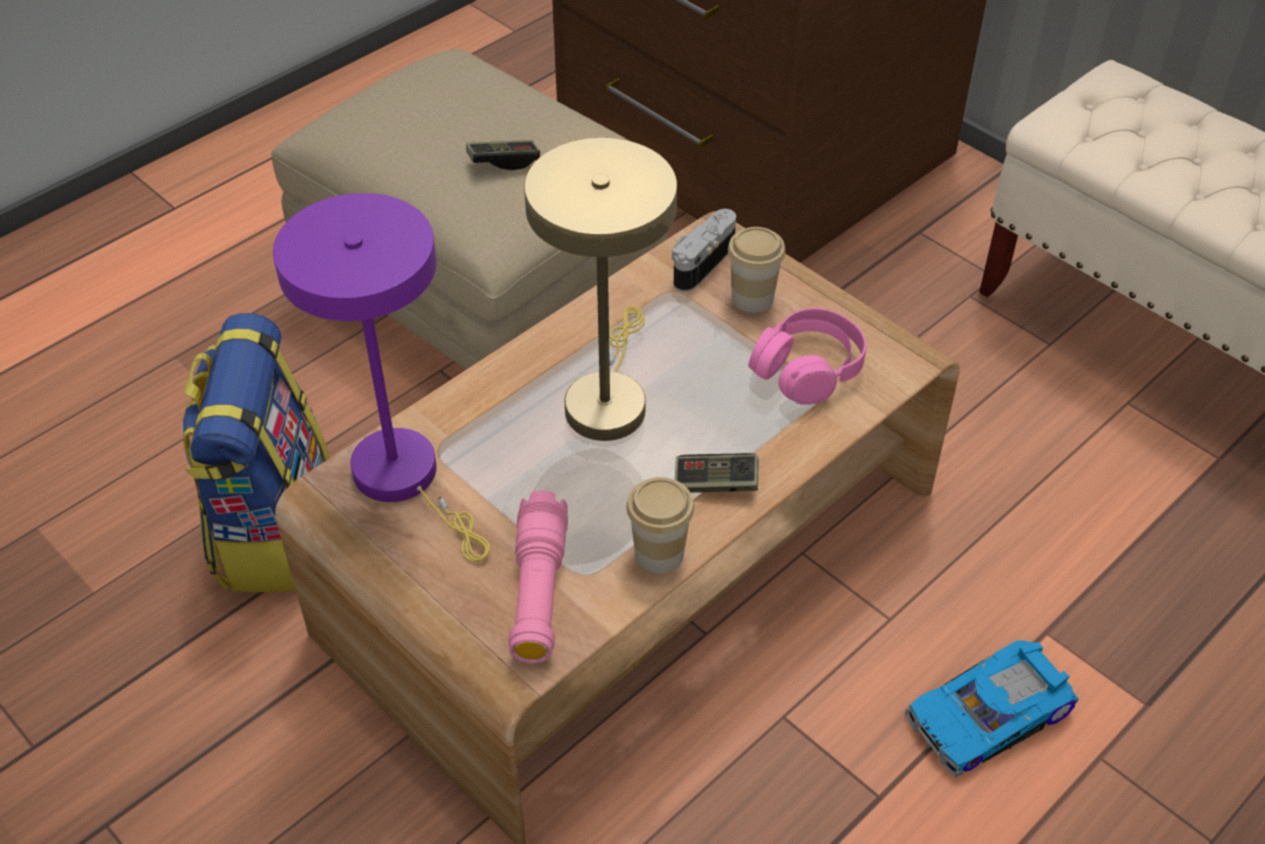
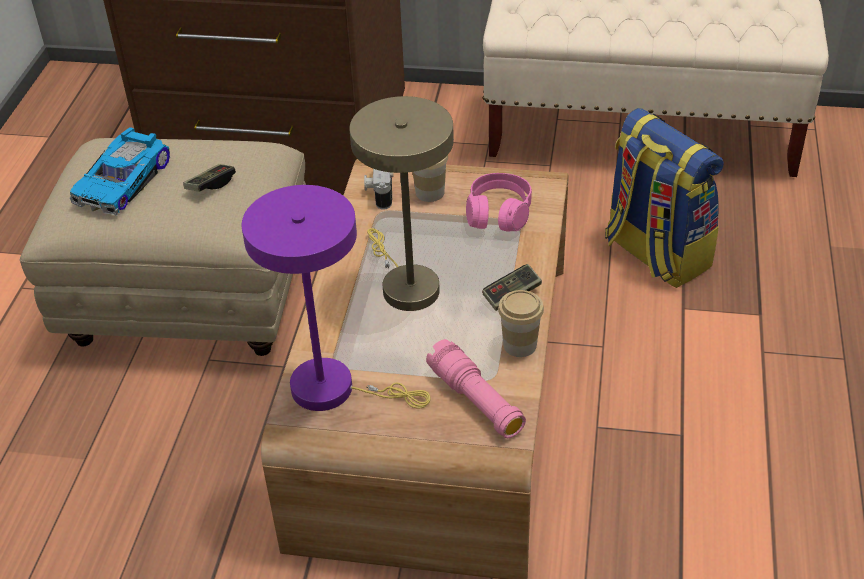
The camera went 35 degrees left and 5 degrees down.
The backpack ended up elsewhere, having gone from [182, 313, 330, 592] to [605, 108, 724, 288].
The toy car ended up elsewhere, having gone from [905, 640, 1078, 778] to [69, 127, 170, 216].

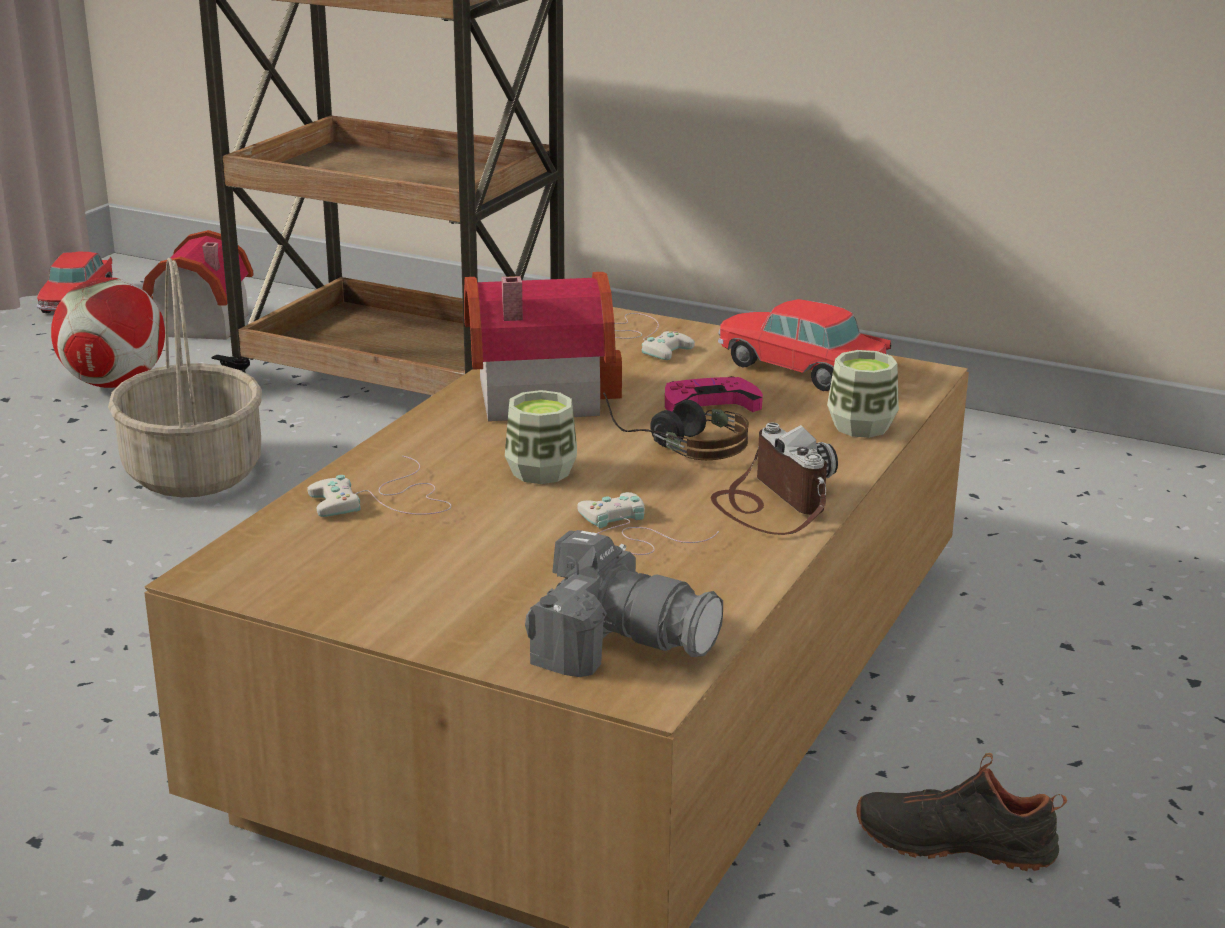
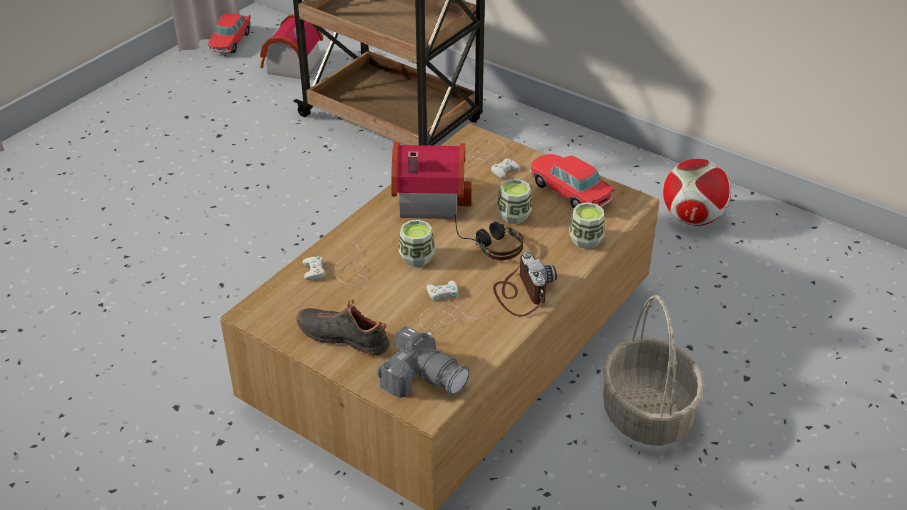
The camera went 10 degrees right and 15 degrees up.
The football ended up elsewhere, having gone from [51, 277, 165, 388] to [663, 159, 731, 226].
The basket ended up elsewhere, having gone from [108, 258, 262, 497] to [603, 295, 705, 446].
Where the pink game controller stood at [665, 376, 763, 412], the cup came to stand at [497, 179, 532, 224].
The black shoe ended up elsewhere, having gone from [856, 753, 1067, 871] to [296, 299, 390, 357].

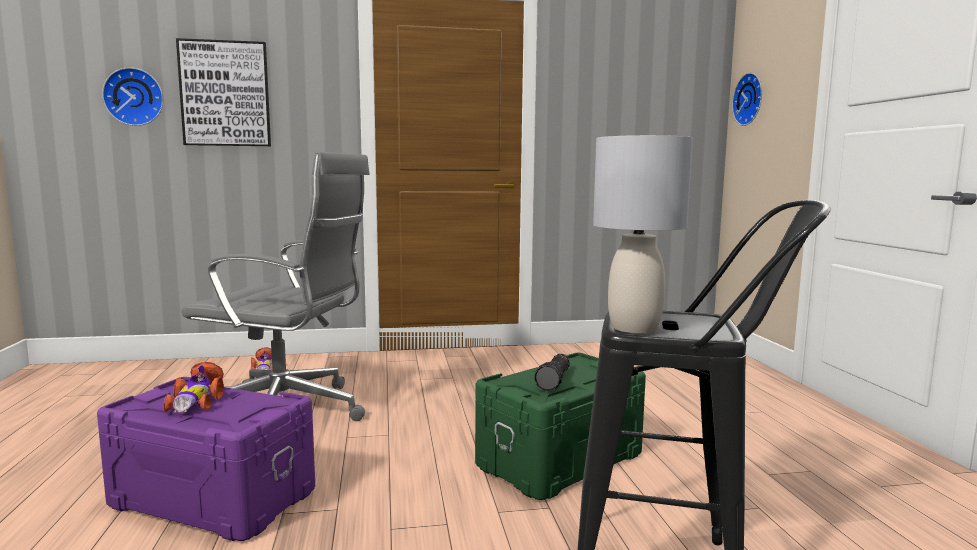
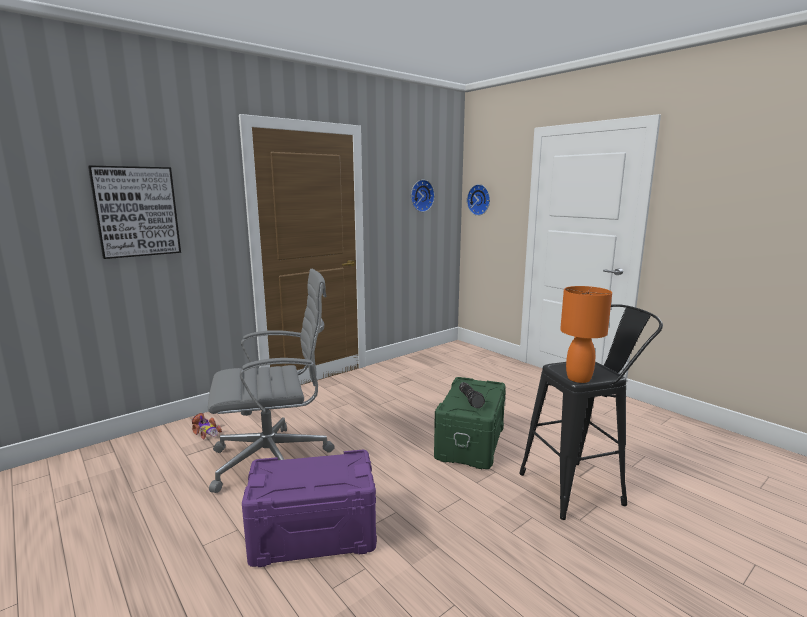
The camera went 30 degrees left and 5 degrees up.
The wall clock ended up elsewhere, having gone from [102, 67, 163, 126] to [411, 180, 435, 212].
The second view lost the toy car at [164, 362, 224, 413].
What was the grey table lamp at [593, 135, 693, 334] turned into the orange table lamp at [560, 286, 612, 383].

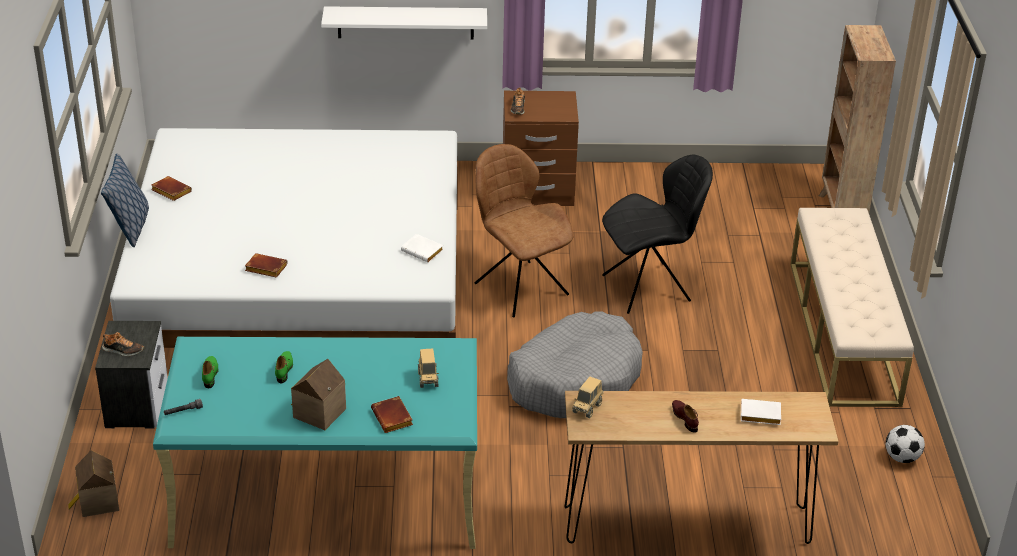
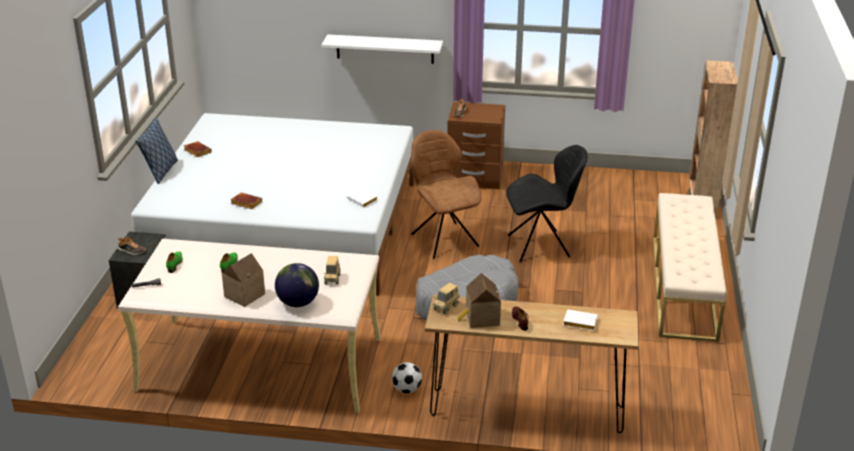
The camera went 10 degrees right and 5 degrees down.
The toy house ended up elsewhere, having gone from [68, 450, 119, 517] to [457, 273, 501, 328].
What was the turquoise desk at [153, 337, 477, 549] turned into the beige desk at [118, 239, 381, 413].
Where the brown book stood at [371, 396, 413, 433], the globe came to stand at [275, 263, 319, 307].
The football ended up elsewhere, having gone from [886, 425, 925, 463] to [392, 362, 422, 393].

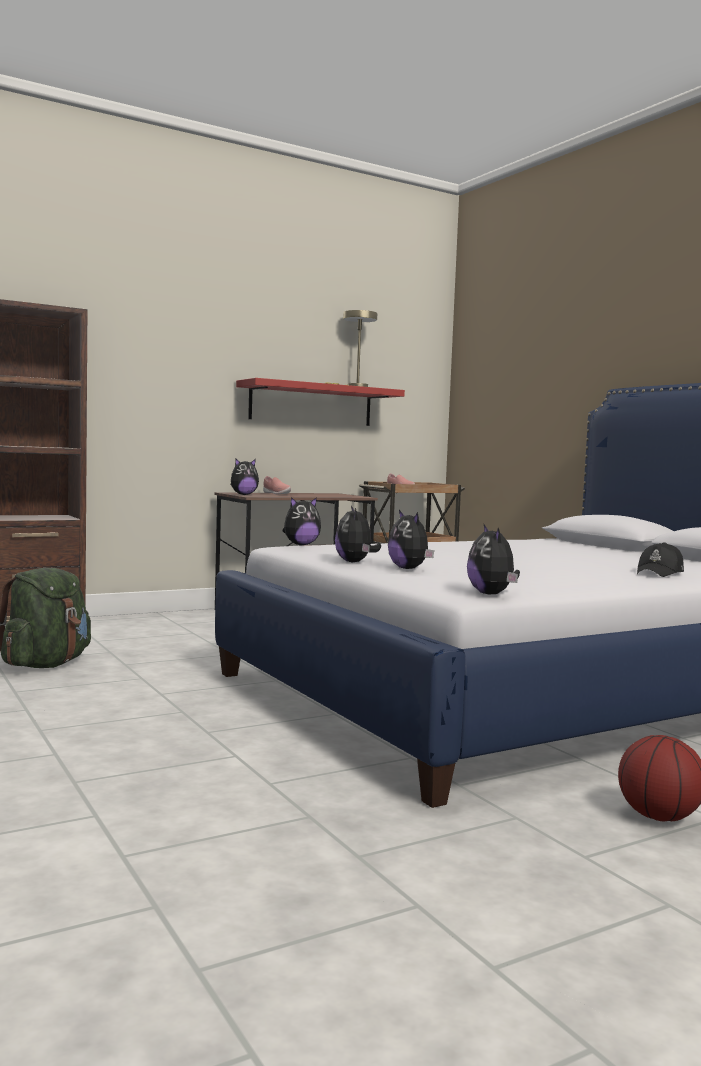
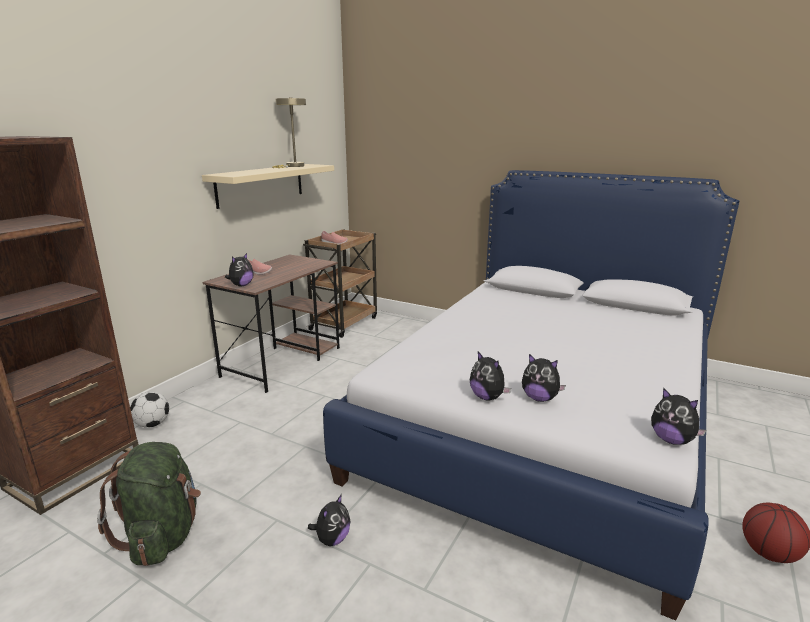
The camera went 30 degrees left and 15 degrees up.
What was the red shelf at [236, 378, 405, 426] turned into the beige shelf at [202, 164, 334, 209].
The plush toy ended up elsewhere, having gone from [283, 497, 321, 545] to [308, 494, 351, 546].
The second view lost the black cap at [637, 542, 684, 577].
The second view gained the football at [130, 392, 169, 428].

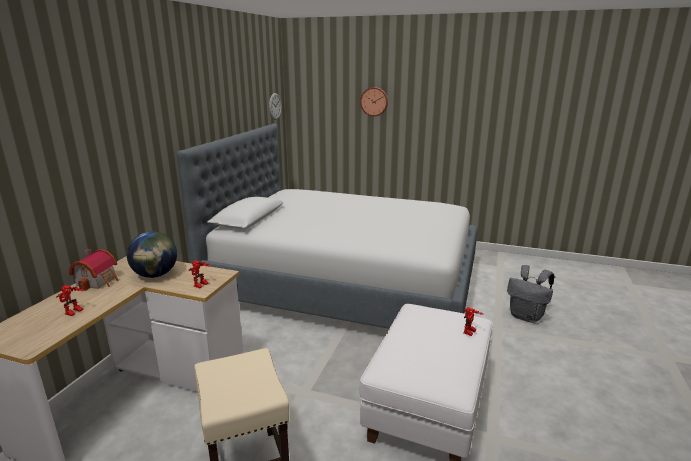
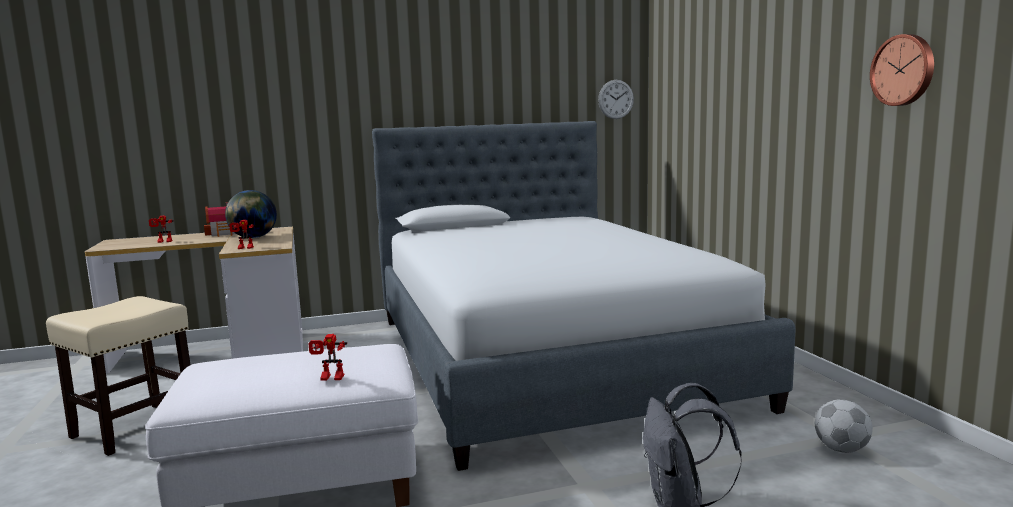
The camera went 55 degrees right and 10 degrees down.
The wall clock ended up elsewhere, having gone from [360, 87, 388, 116] to [870, 34, 934, 106].
The second view gained the football at [815, 399, 873, 453].

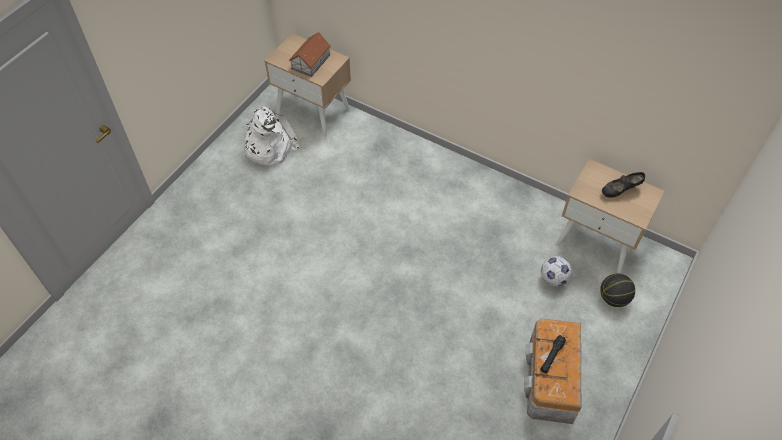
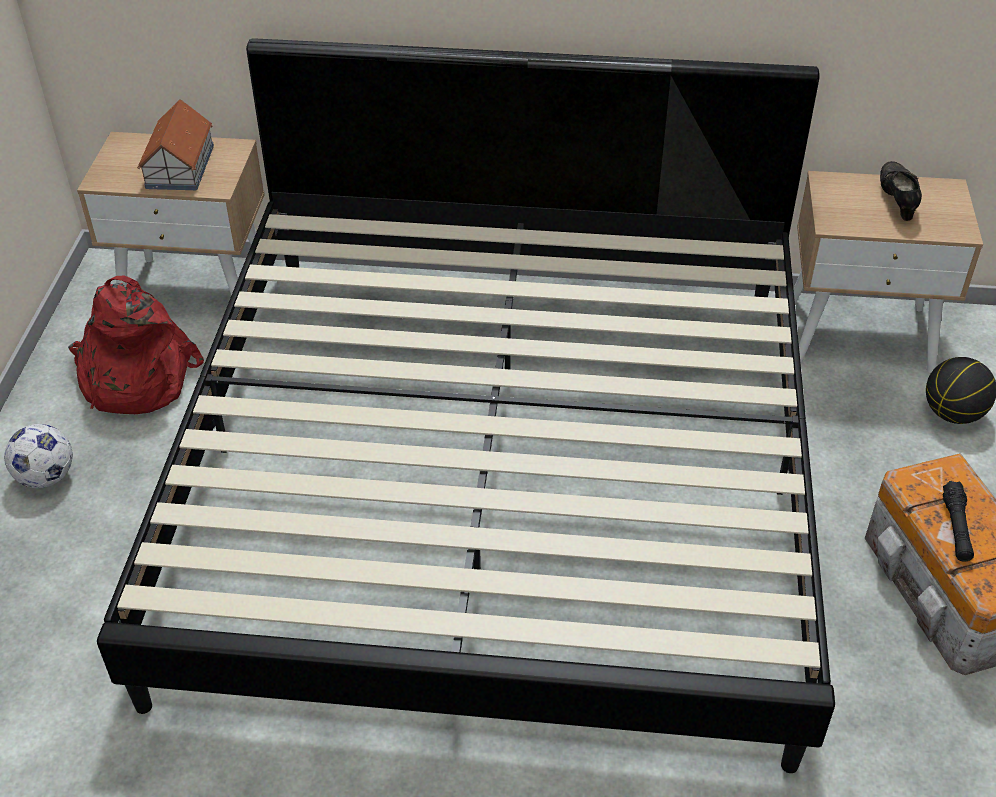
The camera went 25 degrees left and 10 degrees down.
What was the white backpack at [243, 107, 299, 166] turned into the red backpack at [68, 276, 204, 414].
The football ended up elsewhere, having gone from [541, 256, 572, 286] to [4, 424, 73, 488].
The black shoe at [602, 172, 645, 198] ended up facing another way, 135 degrees clockwise from before.
The second view gained the bed at [97, 38, 835, 773].

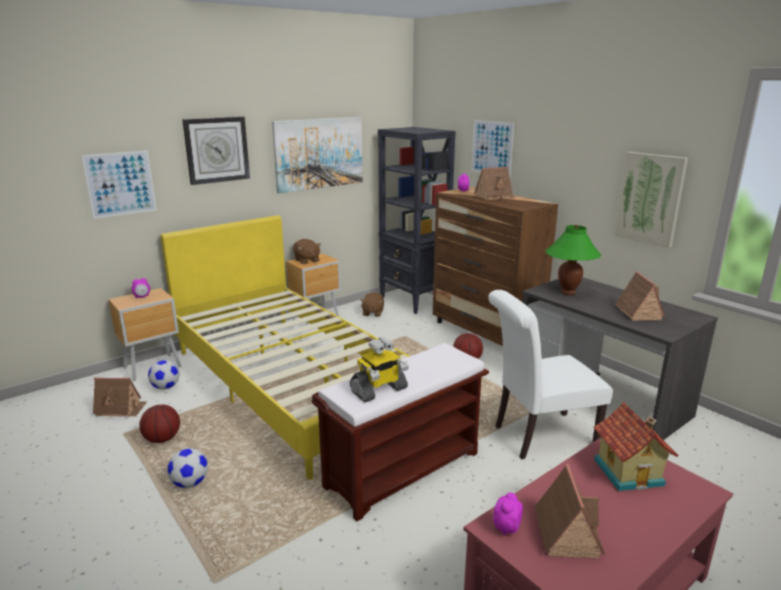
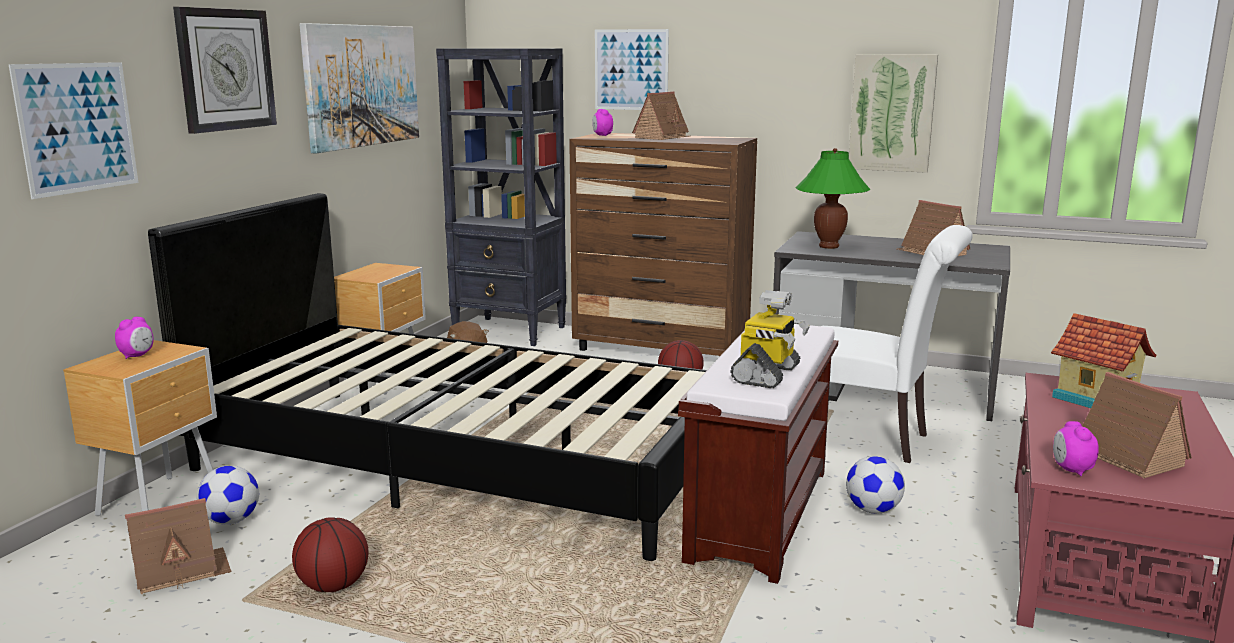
The camera went 30 degrees left and 5 degrees down.
What was the yellow bed at [160, 215, 409, 480] turned into the black bed at [148, 193, 707, 561].
The football ended up elsewhere, having gone from [167, 448, 208, 488] to [846, 456, 905, 514].
The second view lost the brown plush toy at [293, 239, 321, 264].
The white chair at [488, 290, 613, 459] ended up facing another way, 105 degrees counterclockwise from before.

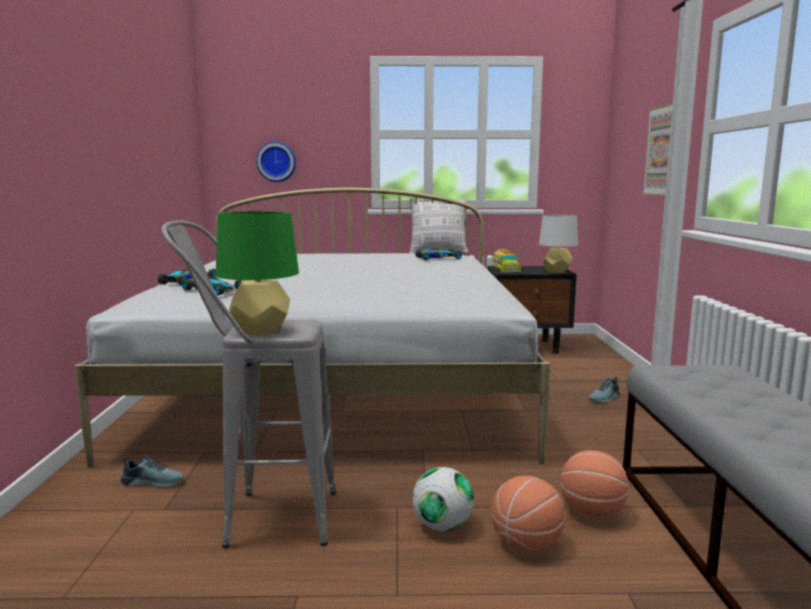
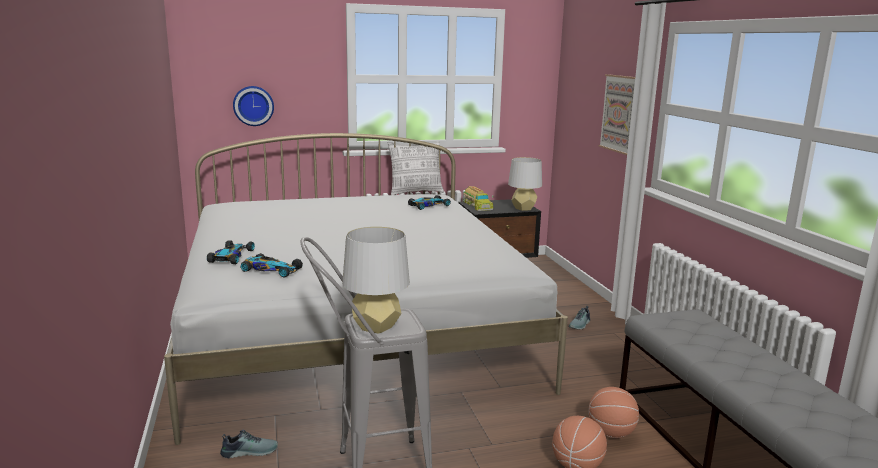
The camera went 15 degrees left and 5 degrees up.
What was the green table lamp at [216, 211, 299, 335] turned into the grey table lamp at [342, 227, 410, 334].
The second view lost the football at [412, 467, 474, 531].

